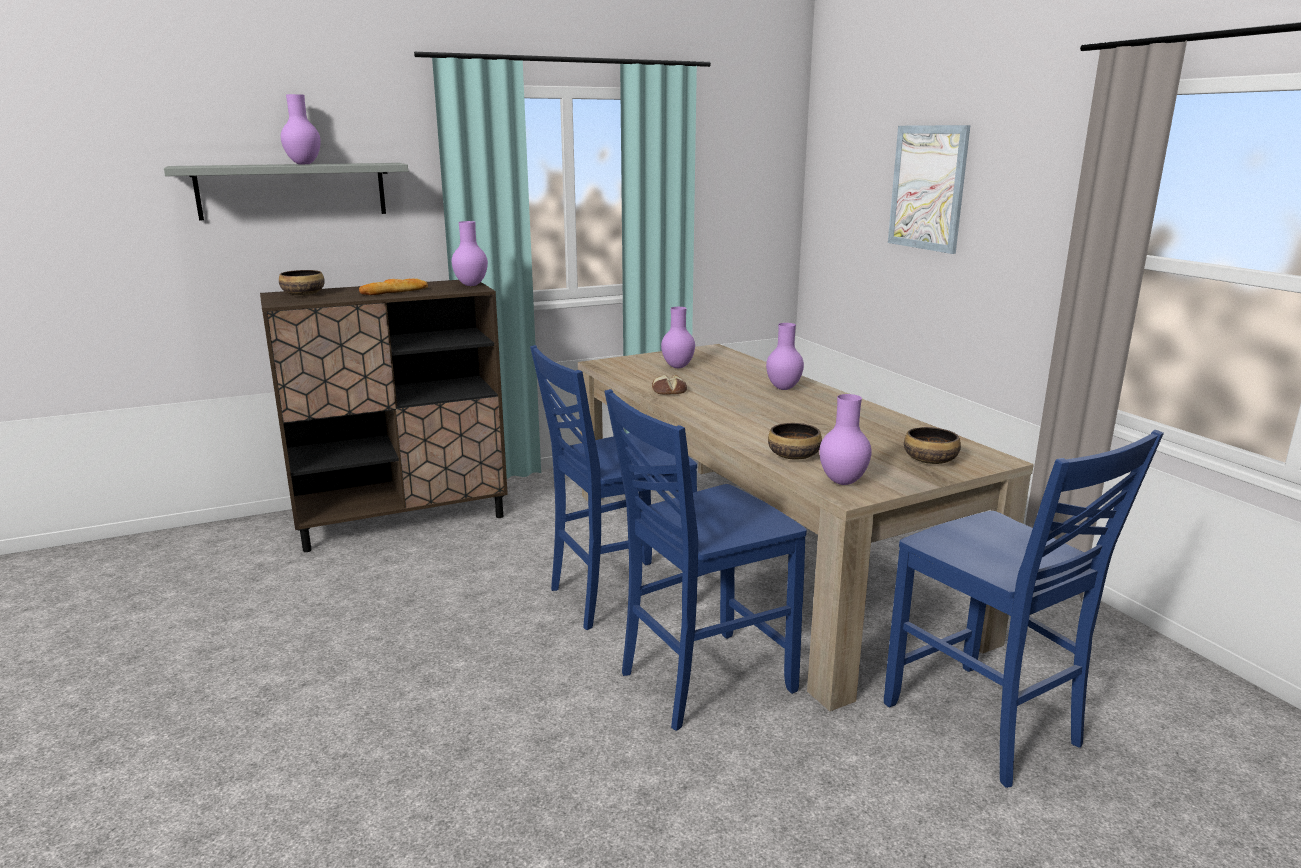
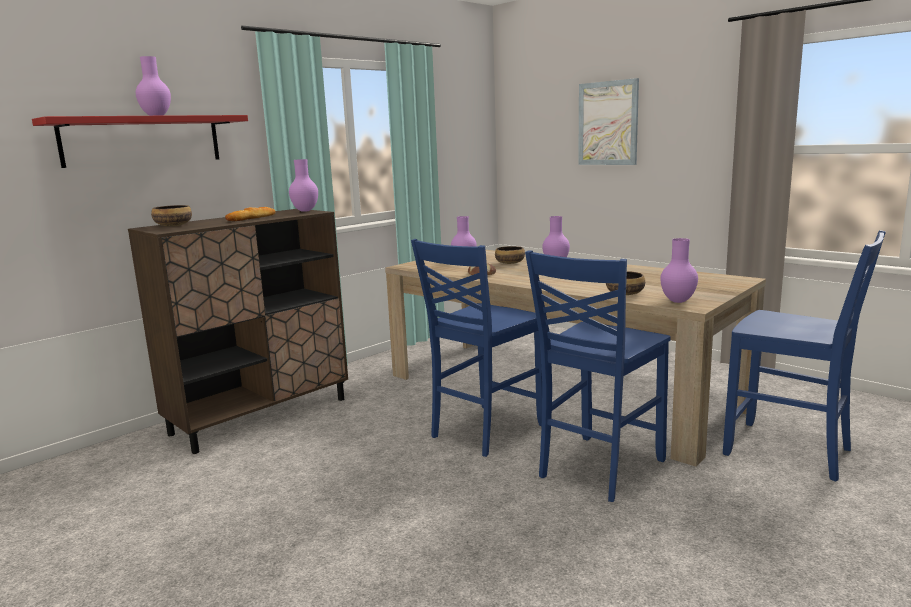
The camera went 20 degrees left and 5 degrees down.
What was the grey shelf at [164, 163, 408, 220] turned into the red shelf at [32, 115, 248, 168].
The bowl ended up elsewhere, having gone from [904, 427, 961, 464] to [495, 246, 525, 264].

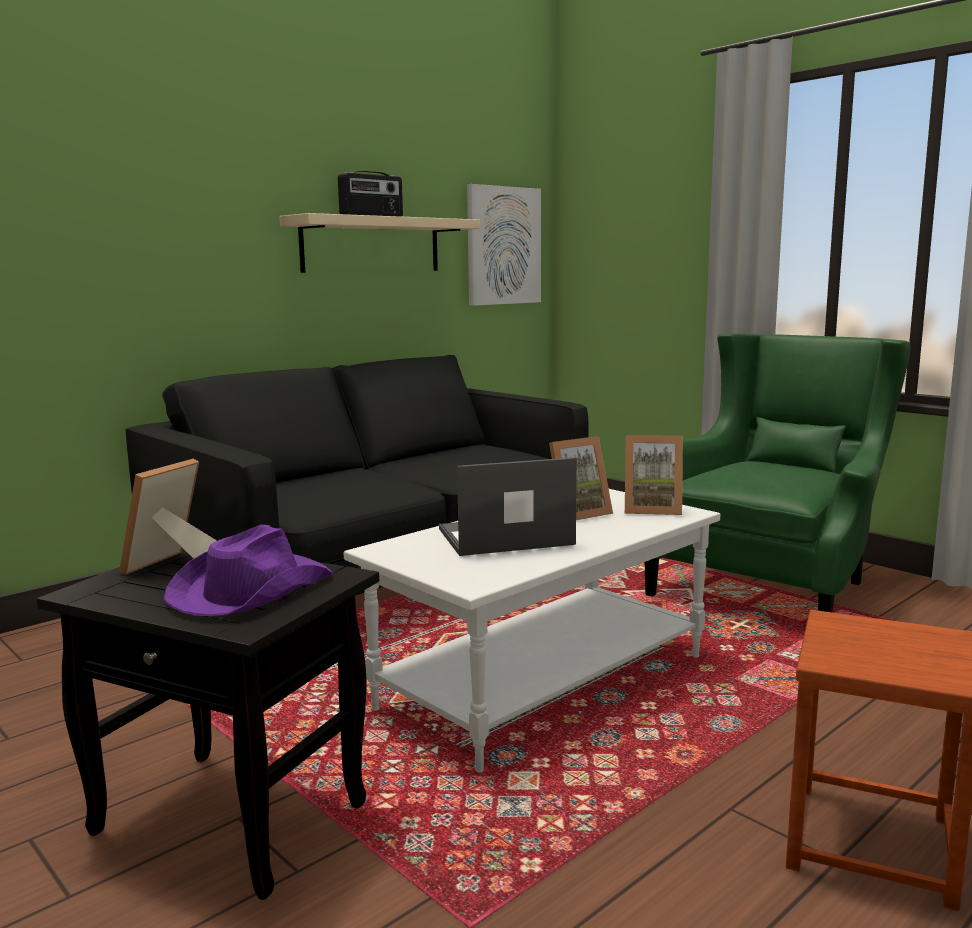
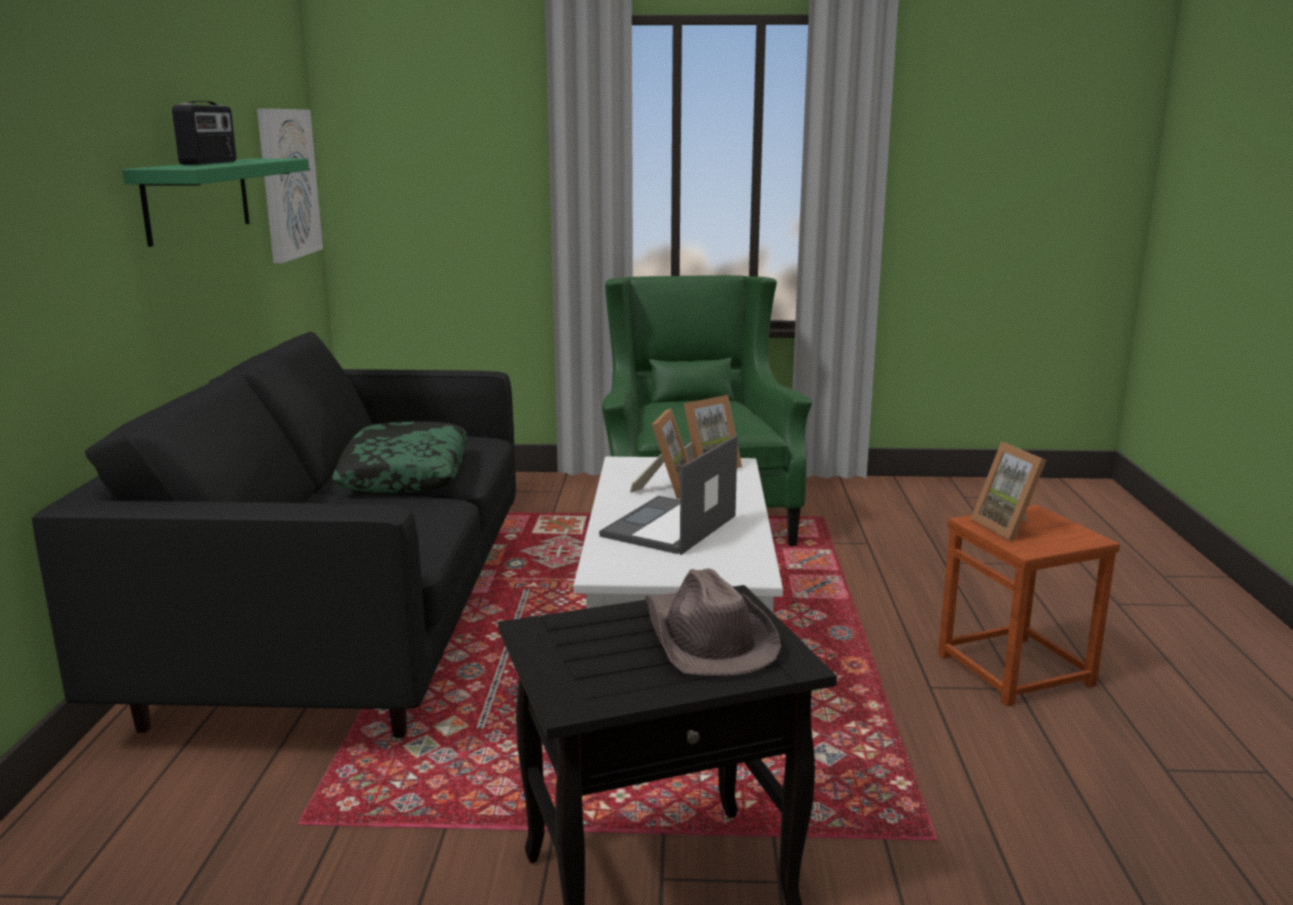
The camera went 45 degrees left and 5 degrees up.
The picture frame ended up elsewhere, having gone from [119, 459, 217, 575] to [971, 442, 1046, 541].
What was the purple hat at [164, 525, 333, 616] turned into the brown hat at [645, 568, 781, 676].
What was the beige shelf at [279, 213, 480, 273] turned into the green shelf at [122, 159, 309, 247].
The second view gained the pillow at [332, 422, 468, 493].

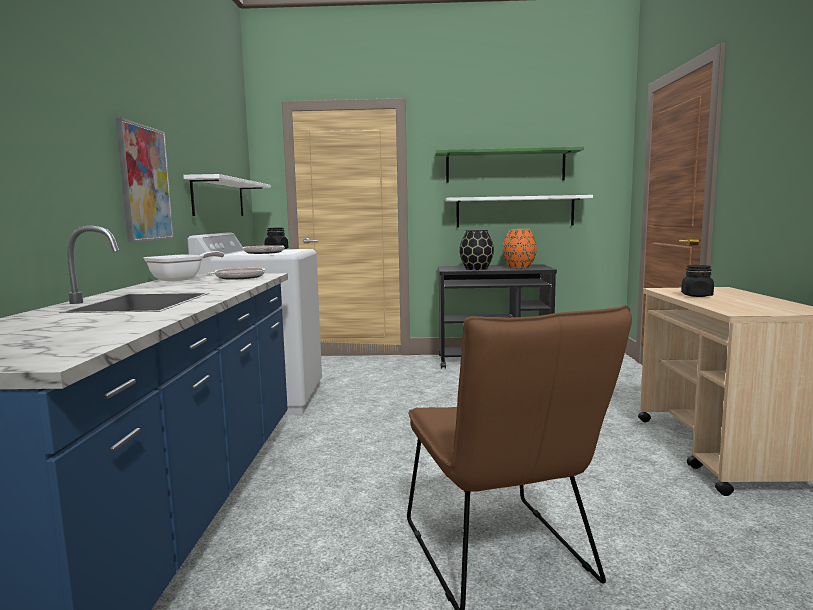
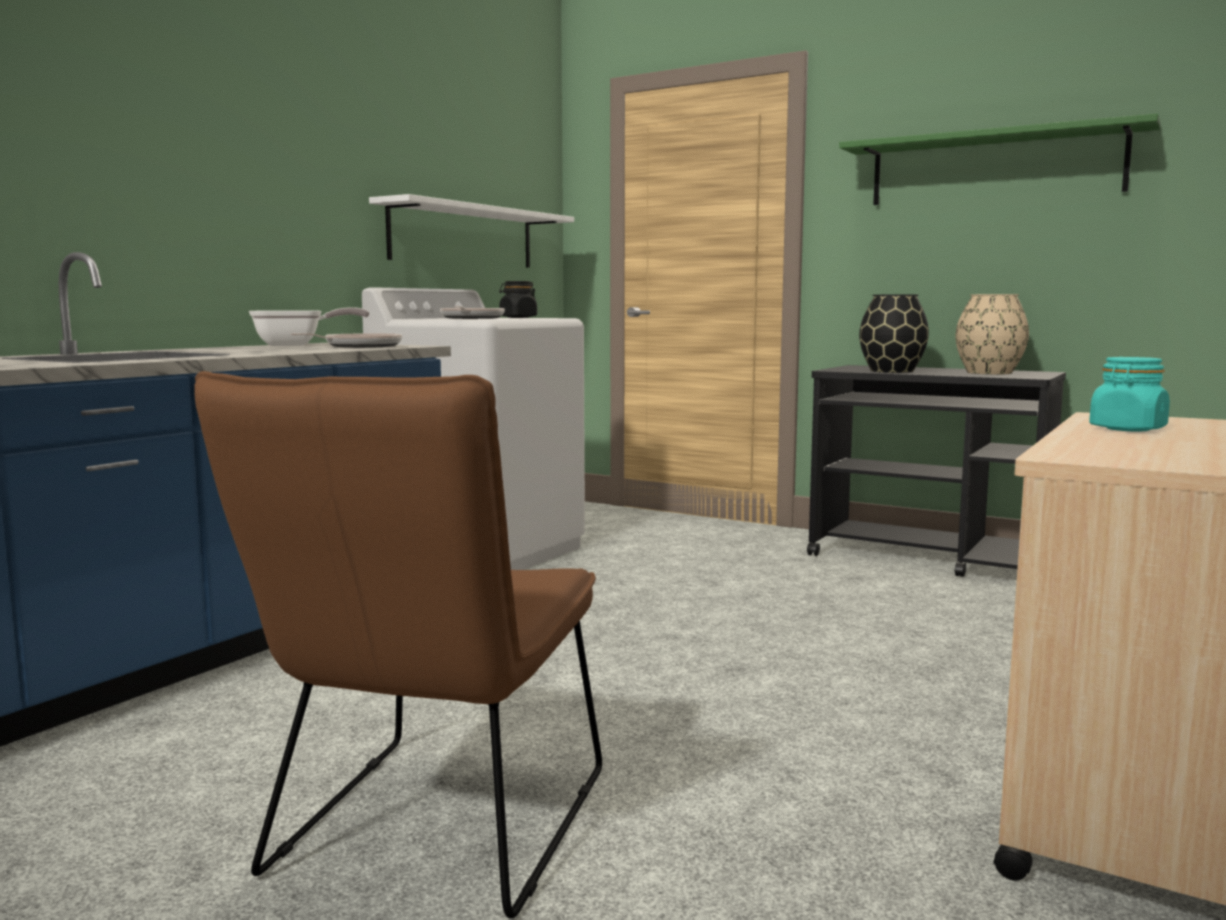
The camera went 30 degrees right and 0 degrees up.
The second view lost the picture at [116, 118, 174, 242].
The second view lost the white shelf at [446, 195, 593, 228].
What was the orange vase at [503, 229, 537, 268] turned into the beige vase at [956, 294, 1029, 374].
What was the black jar at [681, 265, 714, 297] turned into the turquoise jar at [1089, 357, 1170, 432].

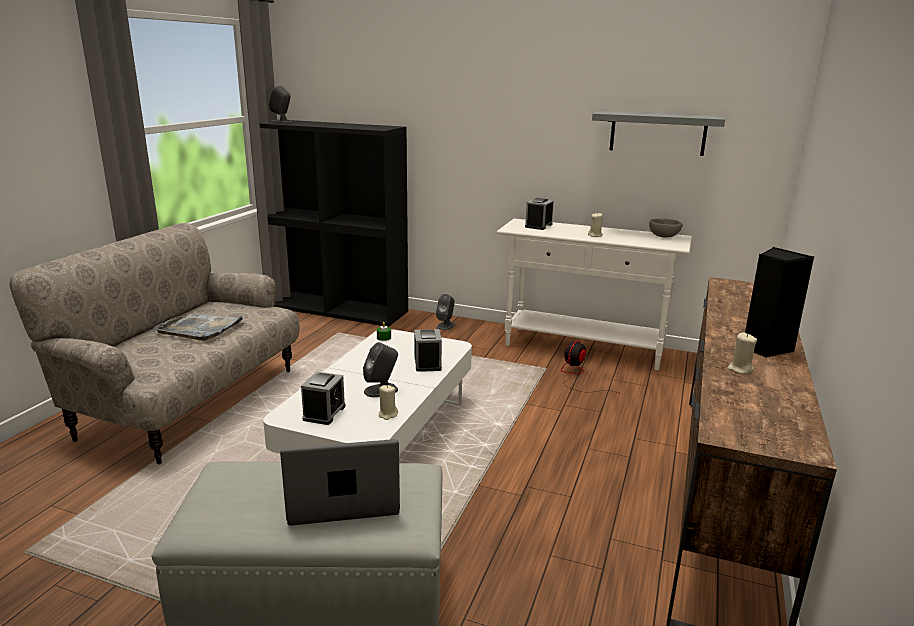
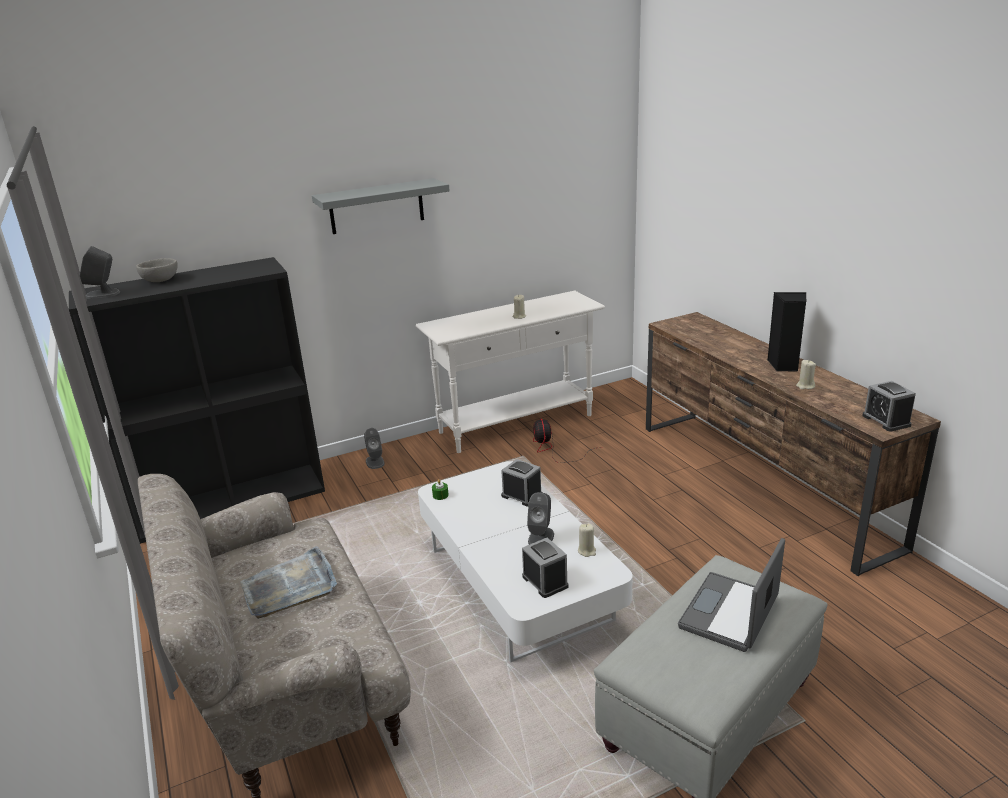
The camera went 45 degrees left and 5 degrees up.
The alarm clock ended up elsewhere, having gone from [525, 198, 554, 230] to [862, 381, 916, 432].
The grey shelf ended up elsewhere, having gone from [592, 111, 725, 156] to [312, 178, 450, 234].
The grey bowl ended up elsewhere, having gone from [649, 219, 683, 238] to [136, 258, 178, 282].

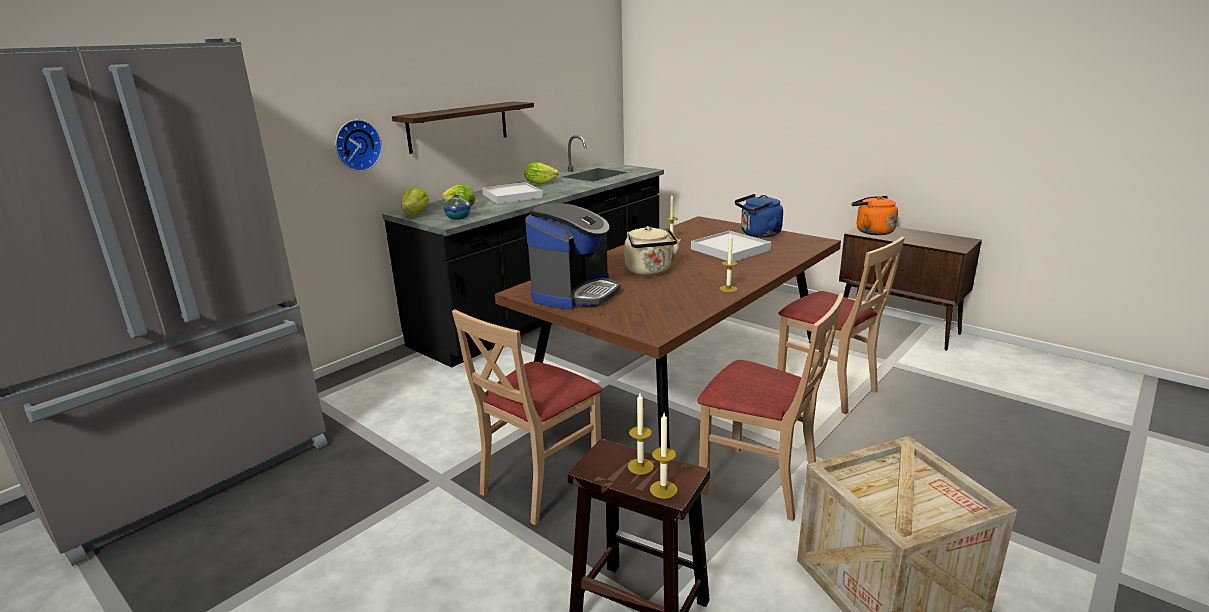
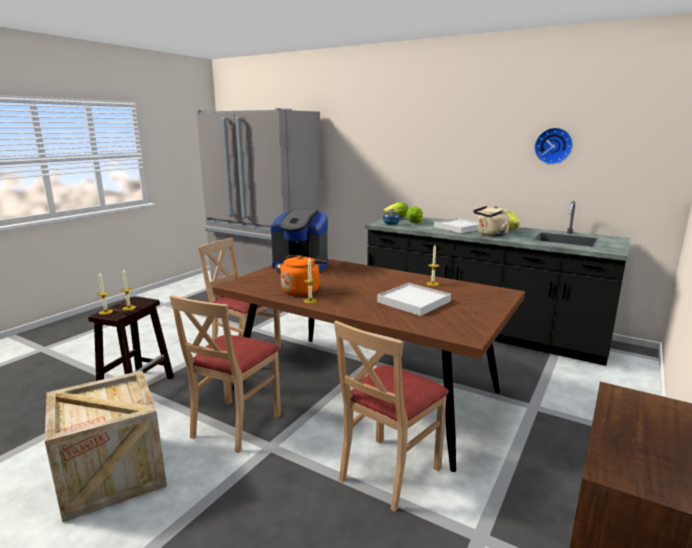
The camera went 80 degrees right and 5 degrees down.
The wall clock ended up elsewhere, having gone from [335, 120, 382, 171] to [534, 128, 573, 165].
The second view lost the shelf at [392, 101, 534, 154].
The beige kettle ended up elsewhere, having gone from [624, 226, 681, 276] to [473, 206, 510, 236].
The second view lost the blue kettle at [735, 194, 783, 237].
The orange kettle ended up elsewhere, having gone from [851, 196, 898, 235] to [279, 255, 326, 296].

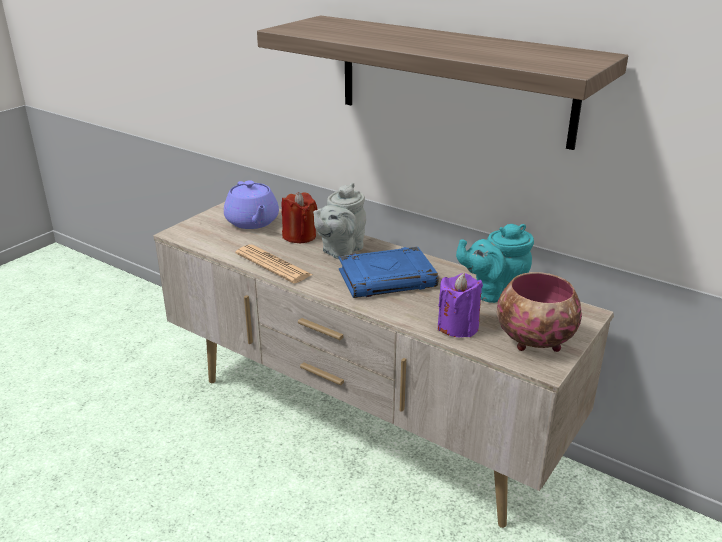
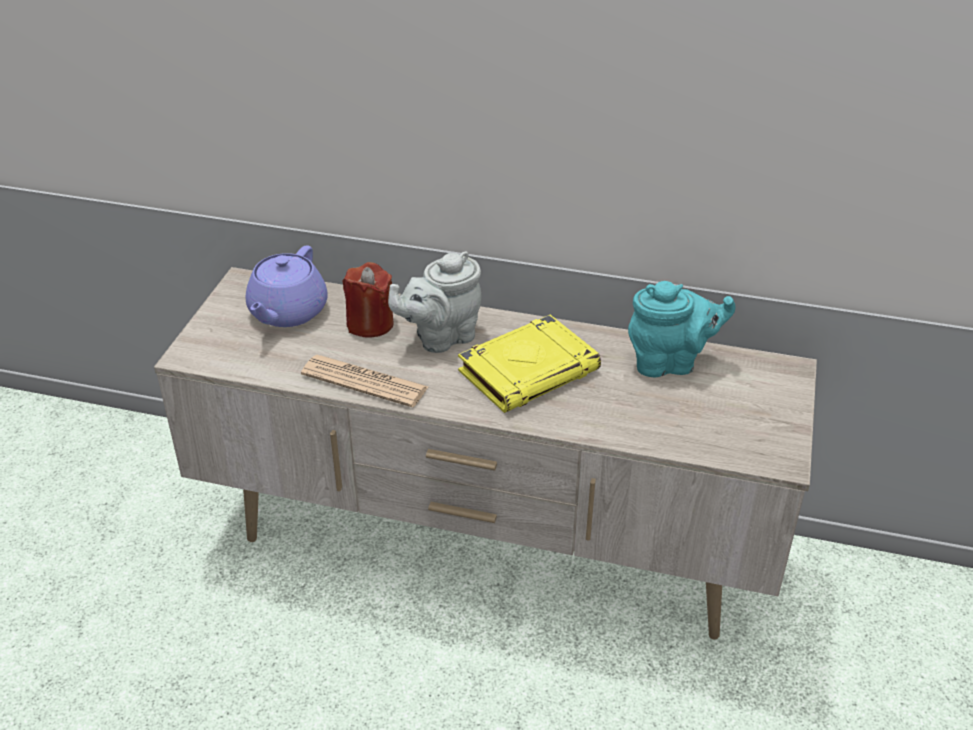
The camera went 20 degrees left and 10 degrees up.
The purple teapot at [224, 180, 279, 229] ended up facing another way, 60 degrees clockwise from before.
The second view lost the shelf at [257, 15, 628, 150].
The grey teapot at [313, 183, 366, 259] ended up facing another way, 45 degrees clockwise from before.
What was the blue book at [339, 247, 438, 298] turned into the yellow book at [458, 315, 601, 413].
The second view lost the purple candle at [438, 273, 483, 338].
The turquoise teapot at [456, 224, 534, 303] ended up facing another way, 150 degrees counterclockwise from before.
The second view lost the bowl at [497, 272, 582, 352].

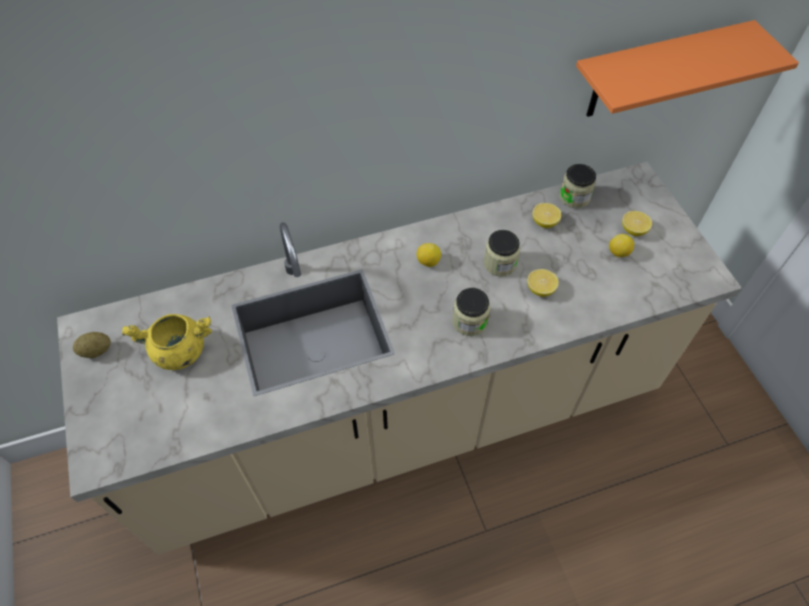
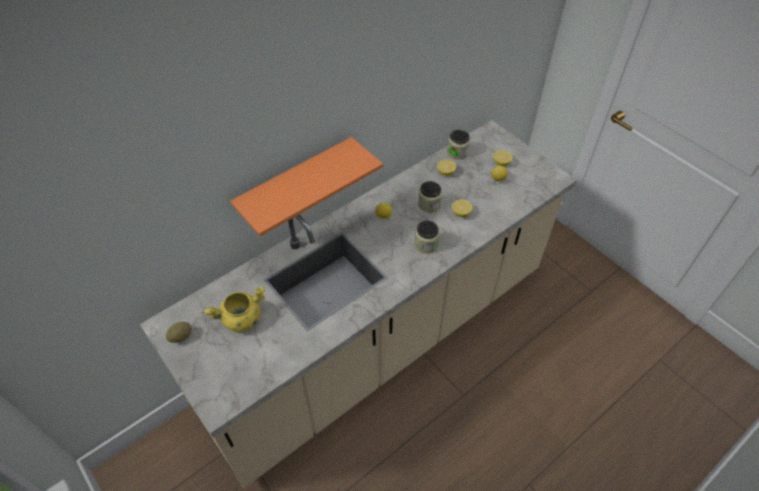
The camera went 20 degrees left and 5 degrees down.
The orange shelf ended up elsewhere, having gone from [576, 20, 799, 117] to [230, 137, 383, 236].

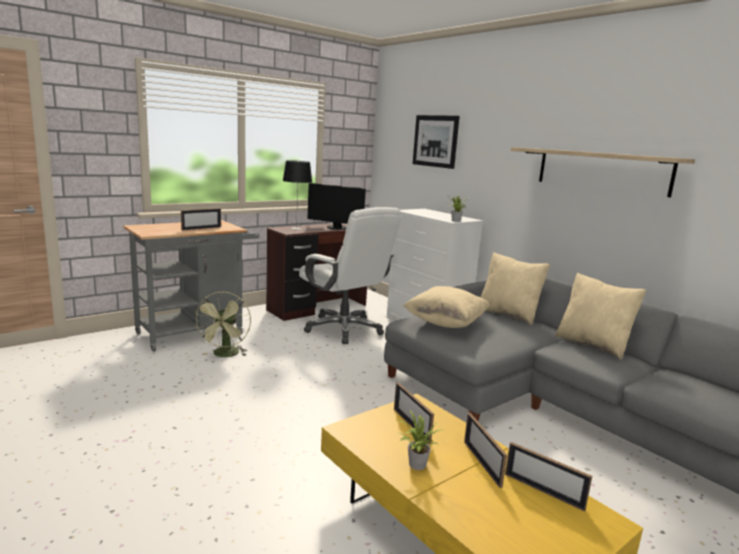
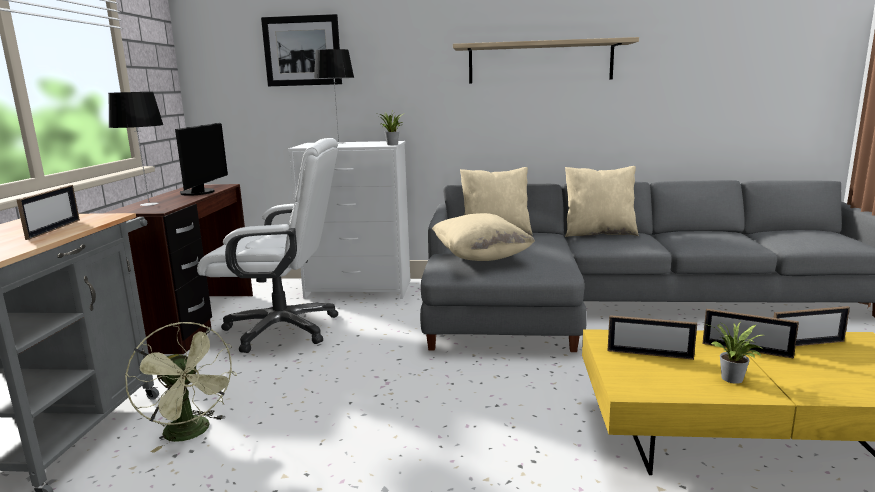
The camera went 45 degrees left and 0 degrees up.
The monitor at [308, 183, 366, 230] ended up facing another way, 60 degrees counterclockwise from before.
The second view gained the table lamp at [314, 49, 354, 144].

